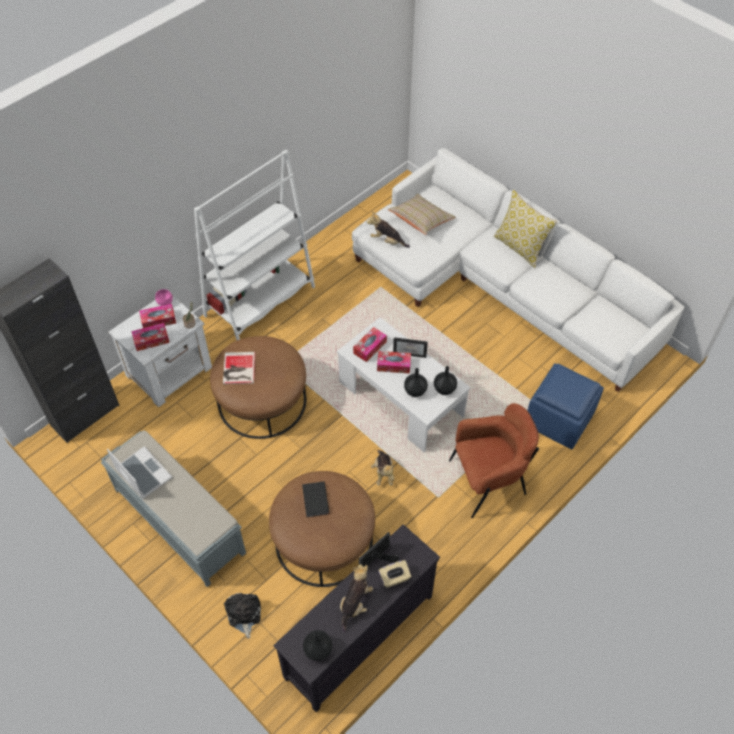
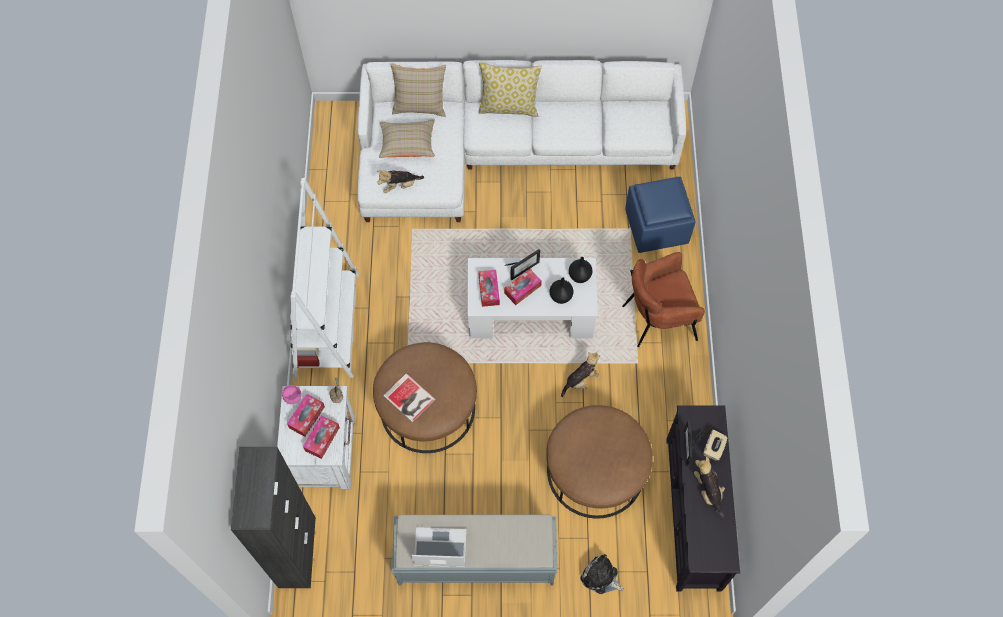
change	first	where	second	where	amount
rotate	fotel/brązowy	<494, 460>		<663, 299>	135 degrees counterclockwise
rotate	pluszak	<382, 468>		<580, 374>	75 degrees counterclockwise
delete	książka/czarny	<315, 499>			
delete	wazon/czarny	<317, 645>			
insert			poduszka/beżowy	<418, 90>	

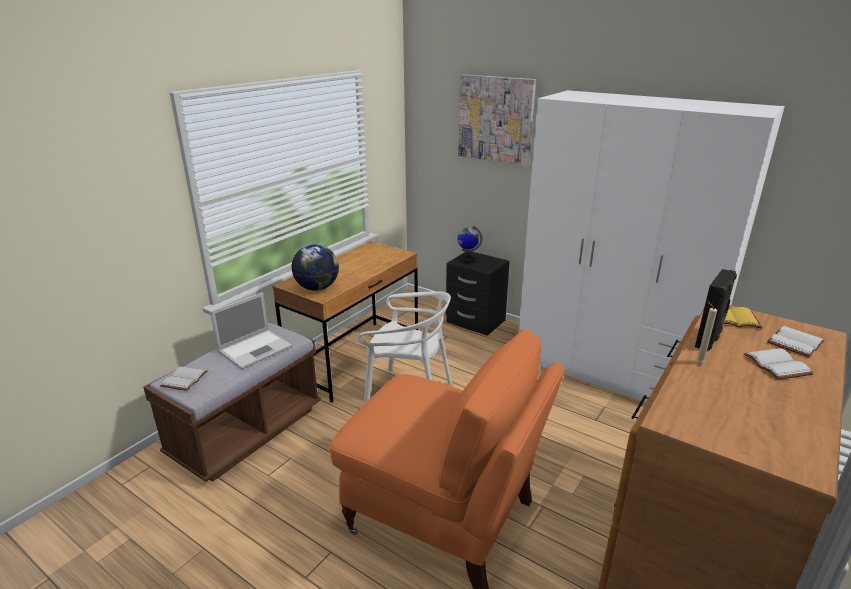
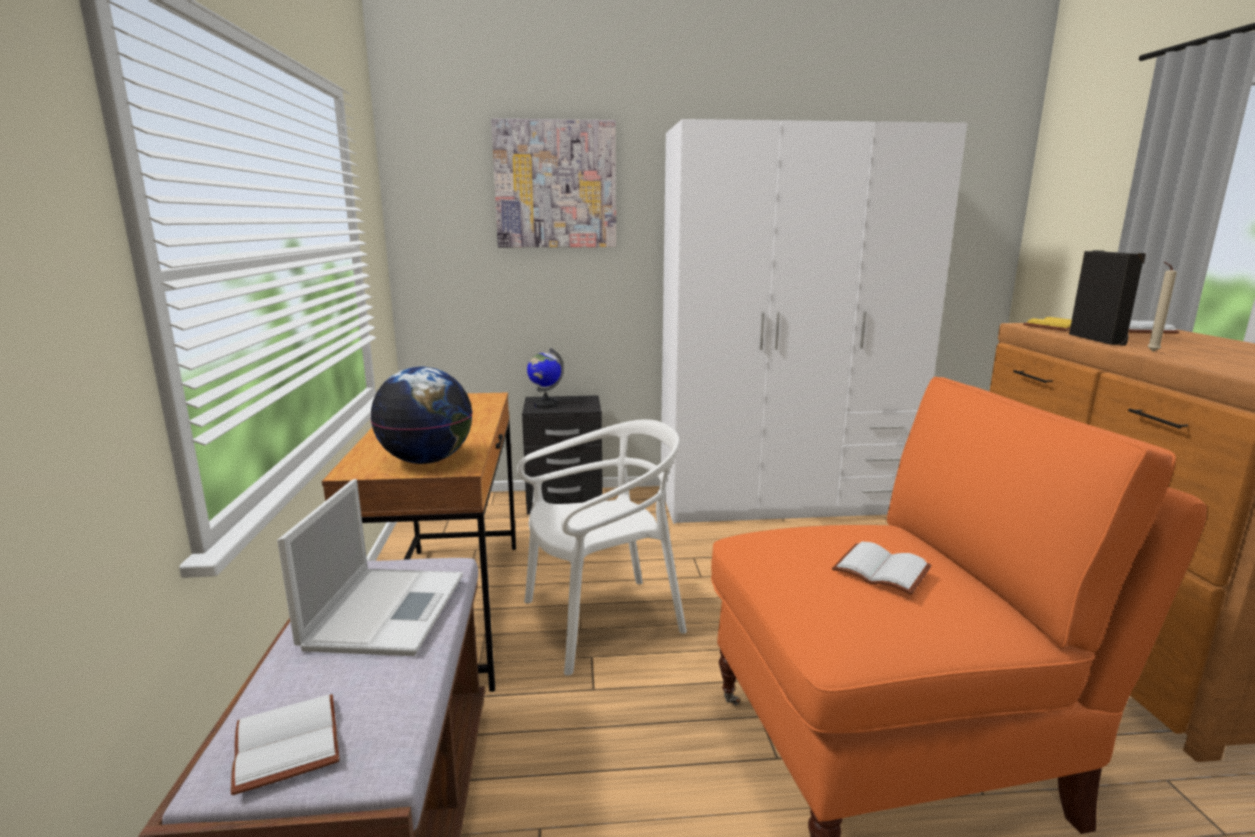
change	first	where	second	where	amount
move	książka/biały	<779, 364>		<882, 568>	

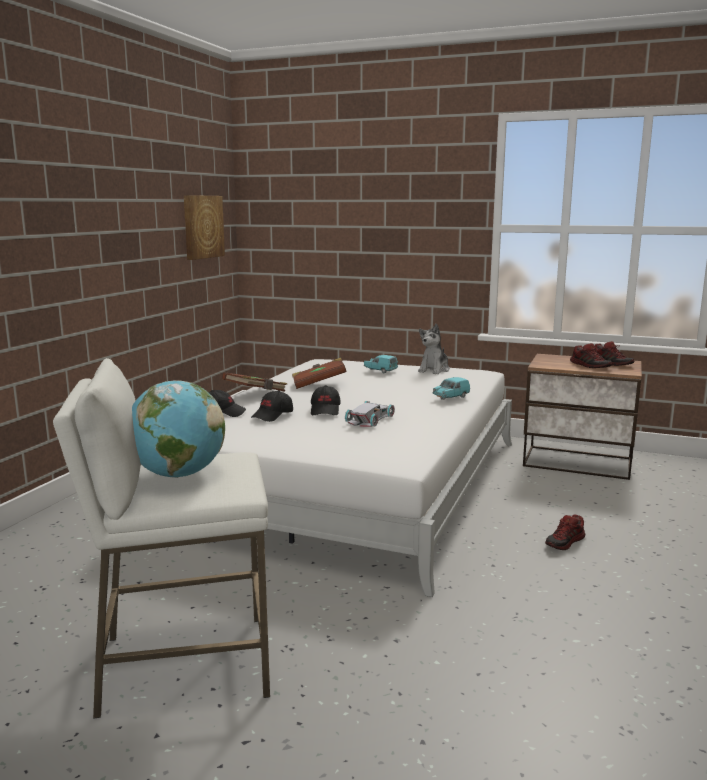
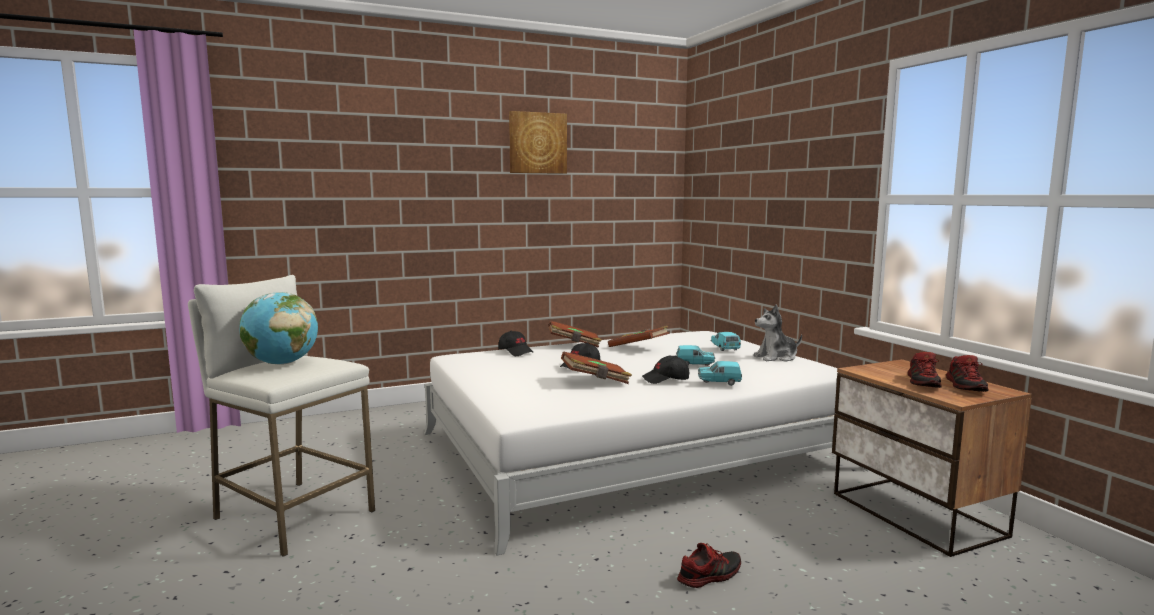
change	first	where	second	where	amount
move	obraz	<204, 227>		<538, 142>	
move	czapka z daszkiem/czarny	<272, 406>		<665, 370>	
replace	samochodzik/biały	<370, 414>	książka/brązowy	<596, 367>	
rotate	but	<565, 532>		<709, 565>	150 degrees clockwise
insert			samochodzik/turkusowy	<695, 355>	

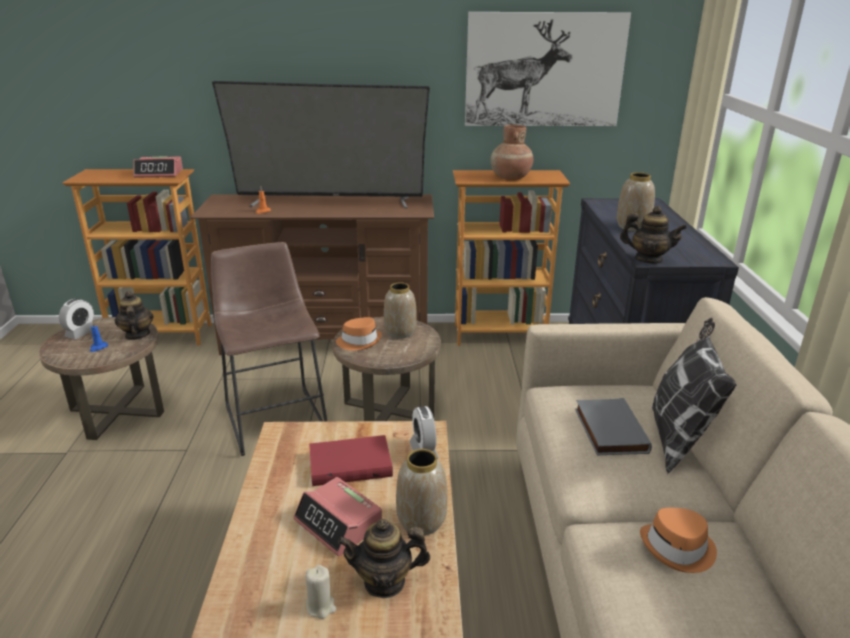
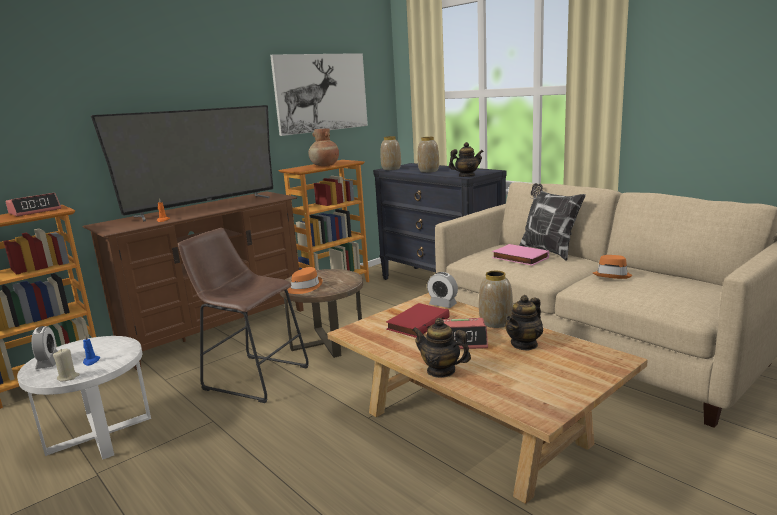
change	first	where	second	where	amount
move	wazon	<400, 310>		<390, 153>	
move	imbryk	<134, 315>		<441, 348>	
recolor	stolik/brązowy	<101, 378>	stolik/biały	<84, 398>	
recolor	książka/szary	<613, 426>	książka/różowy	<520, 255>	
move	świeca/beżowy	<321, 592>		<66, 365>	

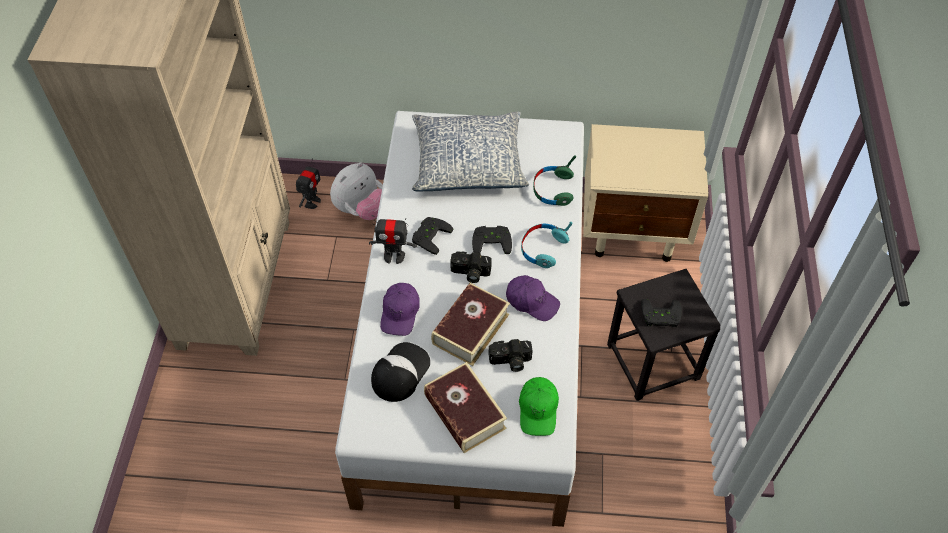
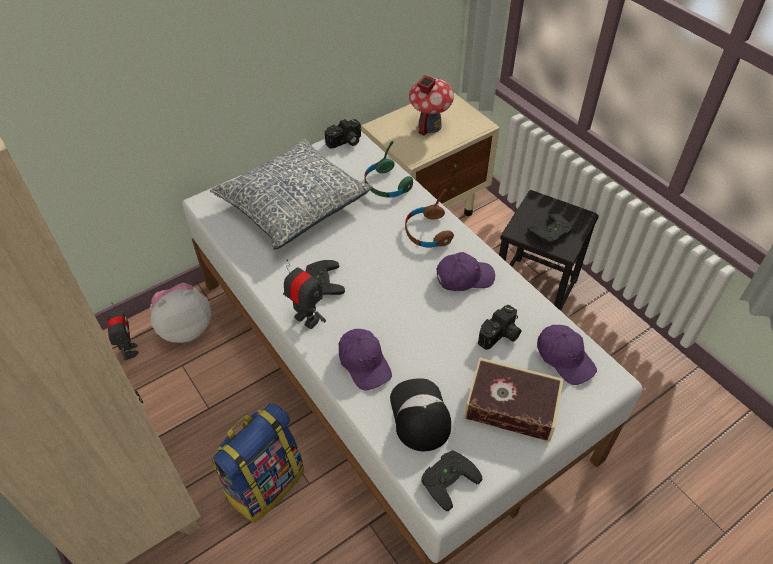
change	first	where	second	where	amount
rotate	pluszak	<356, 191>		<180, 313>	120 degrees counterclockwise
rotate	robot zabawkowy	<393, 239>		<304, 294>	105 degrees counterclockwise
recolor	słuchawki/turkusowy	<546, 245>	słuchawki/brązowy	<429, 218>	
move	pad do gier/czarny	<492, 240>		<451, 480>	
move	aparat fotograficzny	<471, 267>		<343, 134>	
delete	książka	<470, 324>			
recolor	czapka z daszkiem/zielony	<539, 406>	czapka z daszkiem/fioletowy	<567, 355>	
insert			domek	<431, 105>	
insert			plecak	<258, 463>	

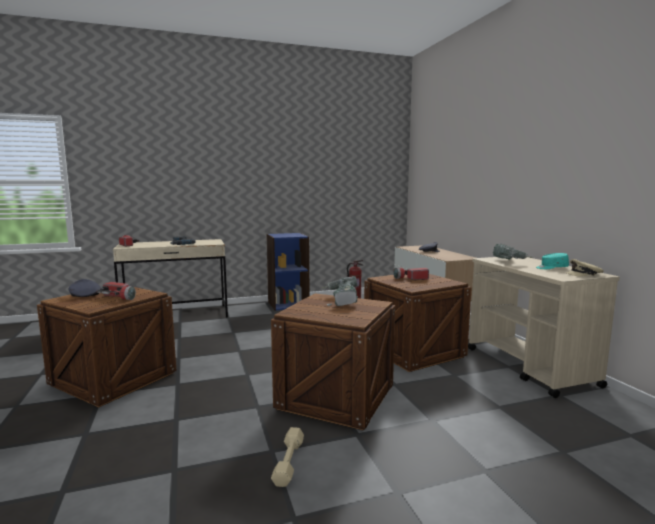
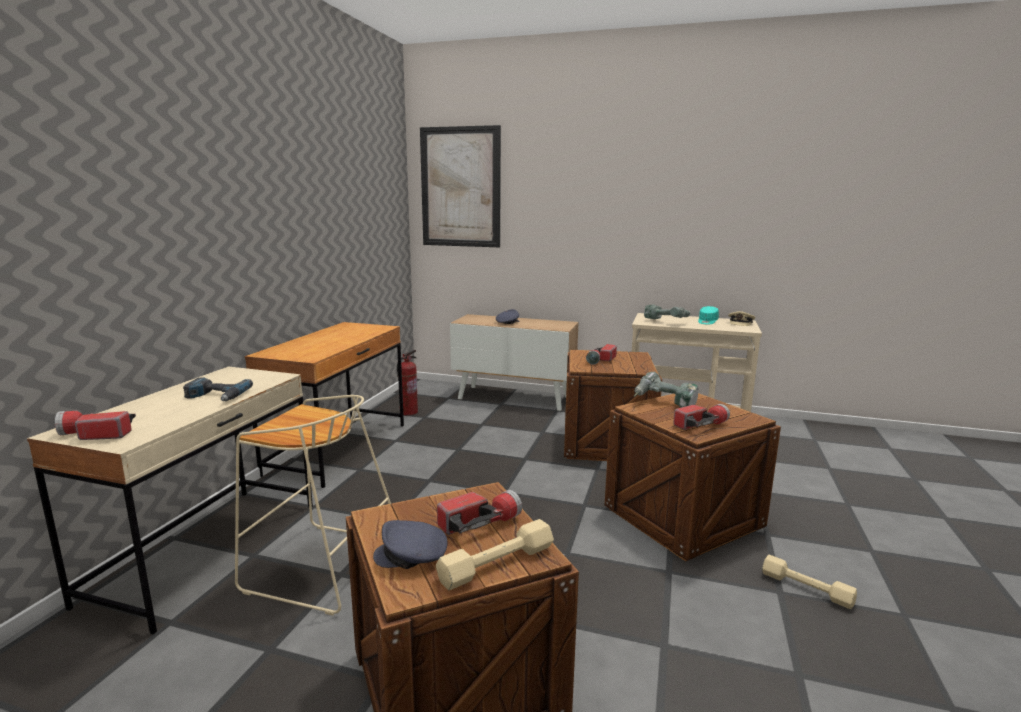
change	first	where	second	where	amount
replace	regał/niebieski	<288, 272>	biurko/brązowy	<324, 405>	
insert			obraz	<460, 186>	
insert			stołek/beżowy	<313, 505>	
insert			latarka	<701, 417>	
insert			hantel/beżowy	<495, 554>	

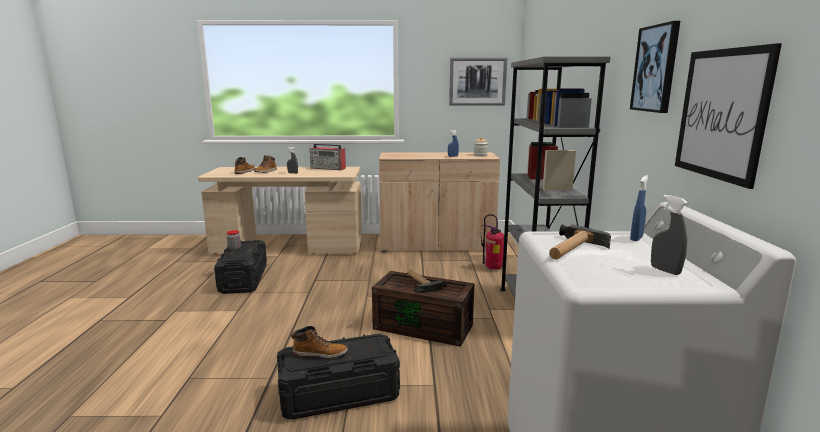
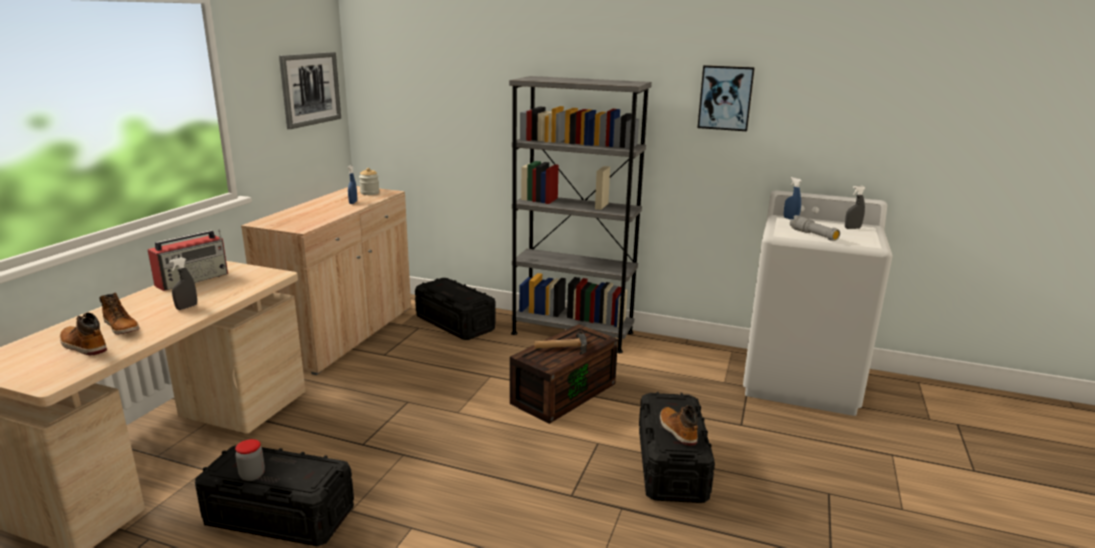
change	first	where	second	where	amount
delete	obraz	<728, 116>			
replace	gaśnica	<492, 241>	pojemnik do przechowywania/czarny	<455, 309>	
replace	młotek	<580, 242>	latarka/szary	<815, 228>	
rotate	but z cholewką	<319, 342>		<679, 425>	45 degrees counterclockwise

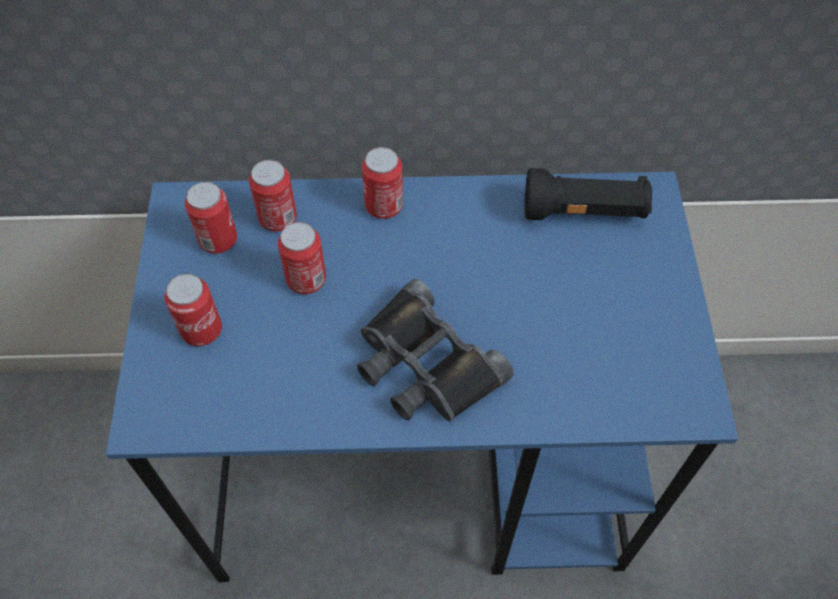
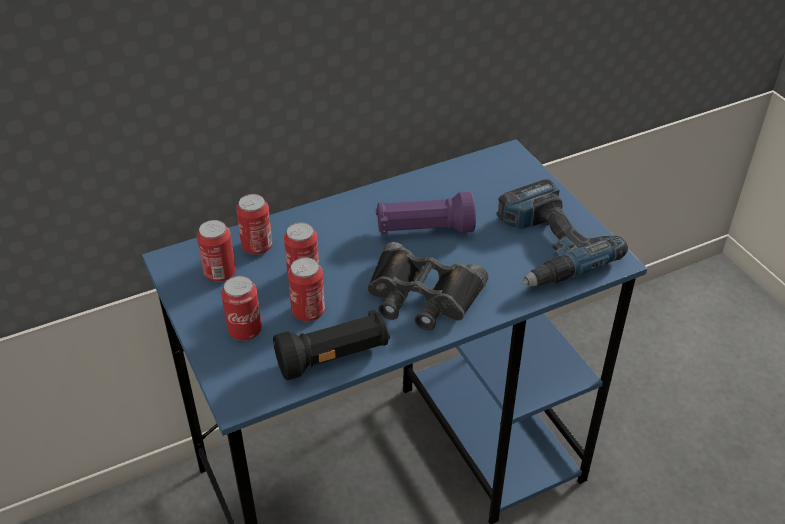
change	first	where	second	where	amount
move	puszka	<382, 183>		<306, 289>	
move	latarka/czarny	<588, 194>		<331, 345>	
insert			wiertarka	<562, 233>	
insert			latarka/fioletowy	<426, 213>	

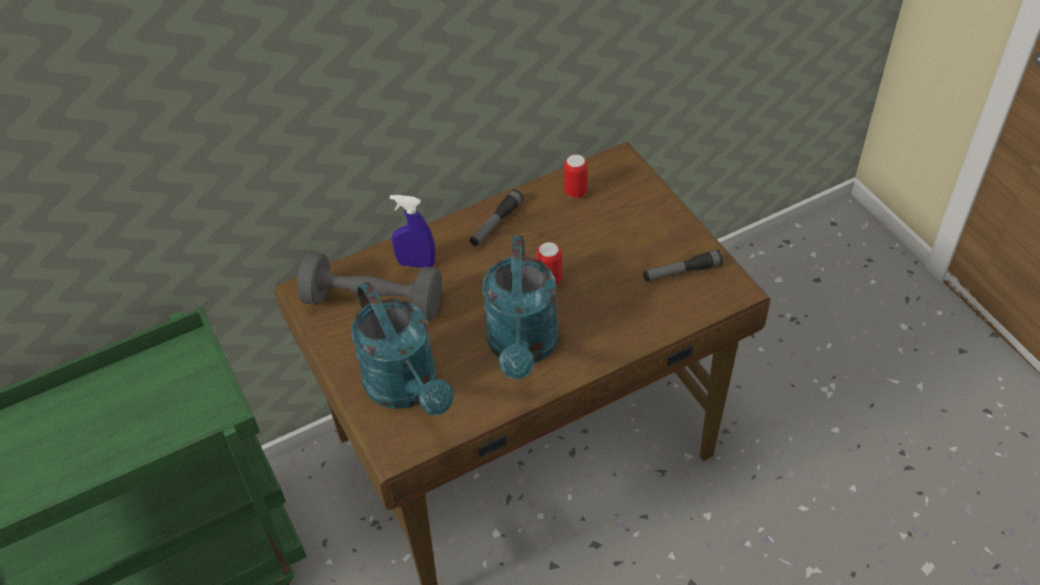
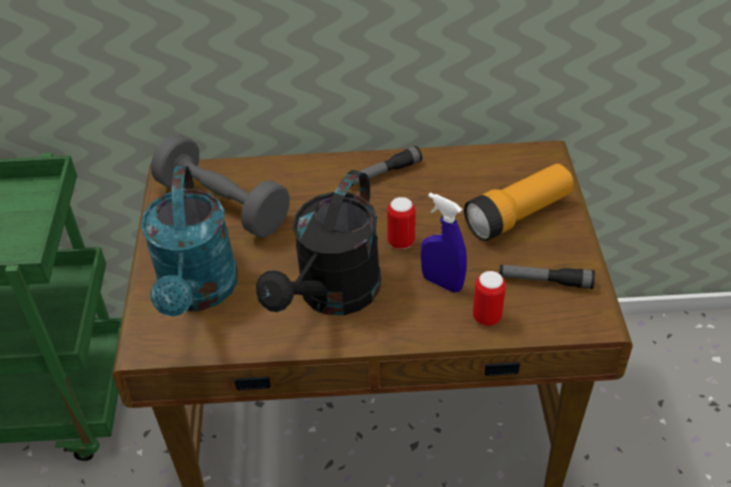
change	first	where	second	where	amount
move	puszka	<576, 176>		<489, 298>	
move	spryskiwacz/niebieski	<413, 231>		<444, 243>	
recolor	konewka/turkusowy	<520, 307>	konewka/czarny	<318, 242>	
insert			latarka	<519, 202>	

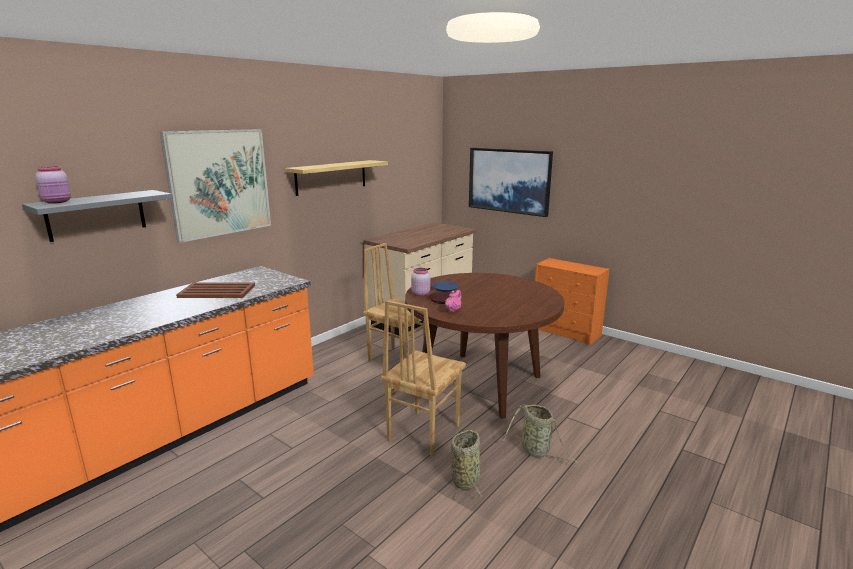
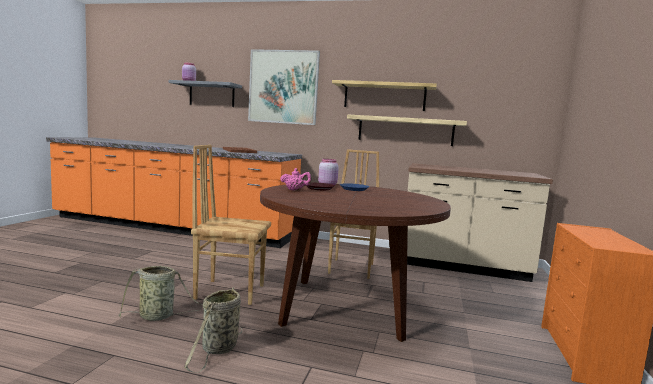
change	first	where	second	where	amount
delete	obraz	<511, 182>			
insert			półka	<407, 130>	

